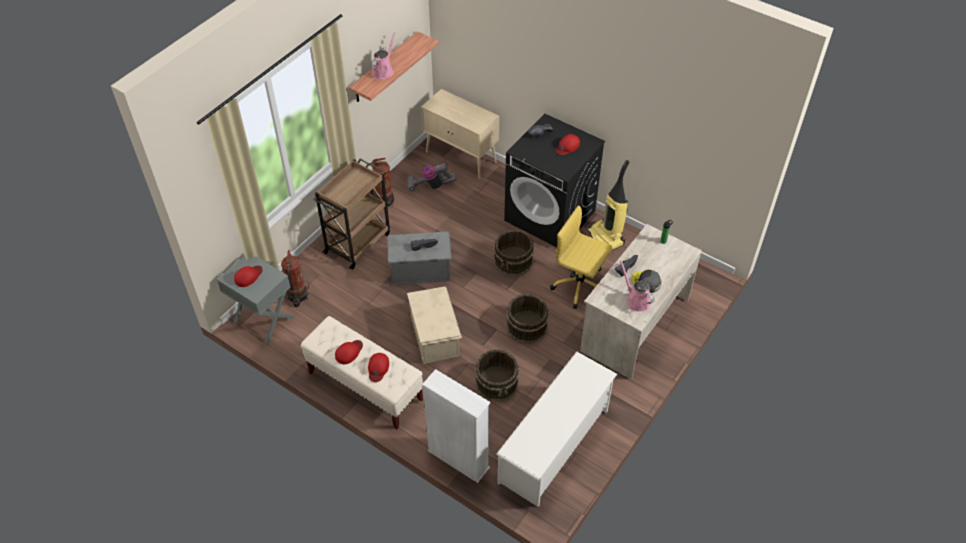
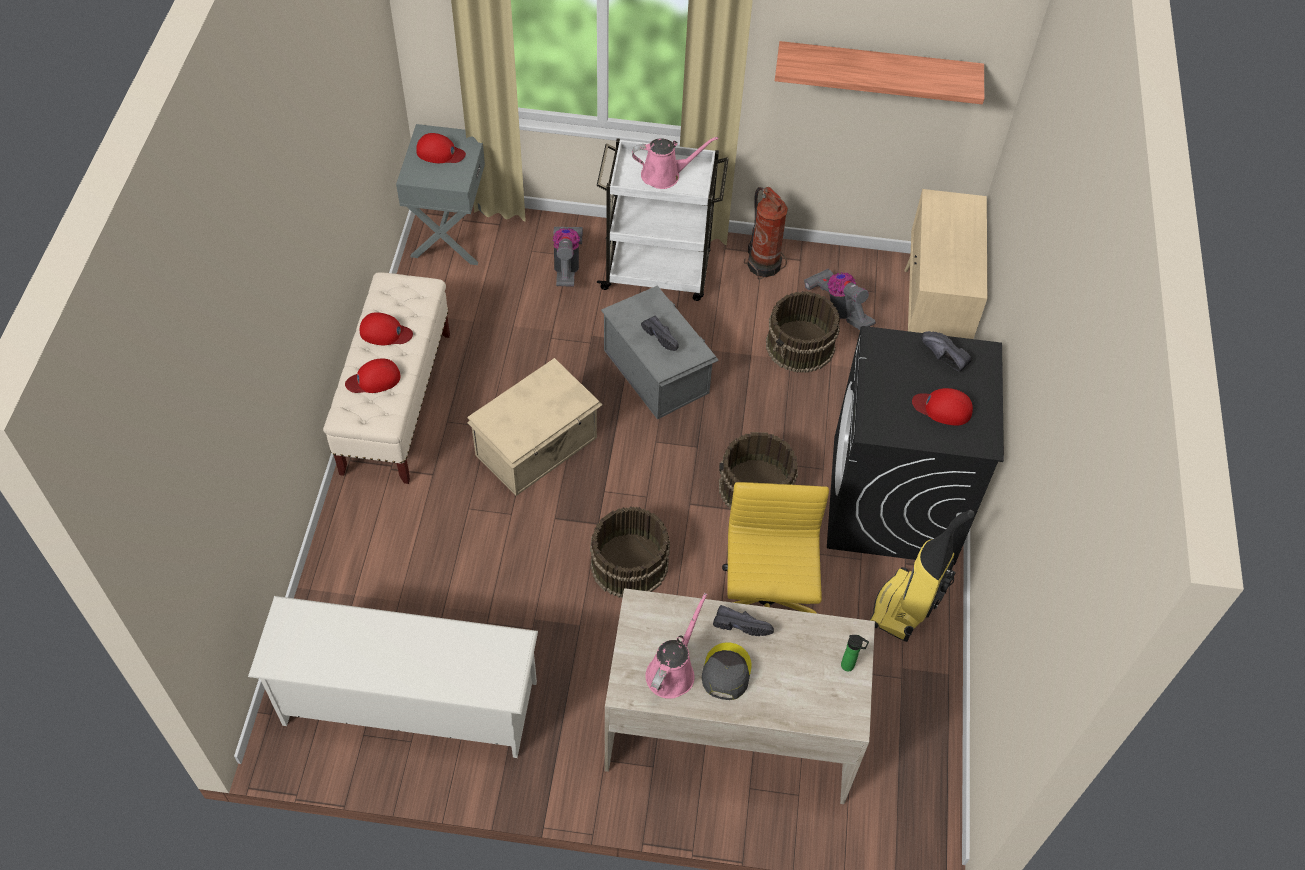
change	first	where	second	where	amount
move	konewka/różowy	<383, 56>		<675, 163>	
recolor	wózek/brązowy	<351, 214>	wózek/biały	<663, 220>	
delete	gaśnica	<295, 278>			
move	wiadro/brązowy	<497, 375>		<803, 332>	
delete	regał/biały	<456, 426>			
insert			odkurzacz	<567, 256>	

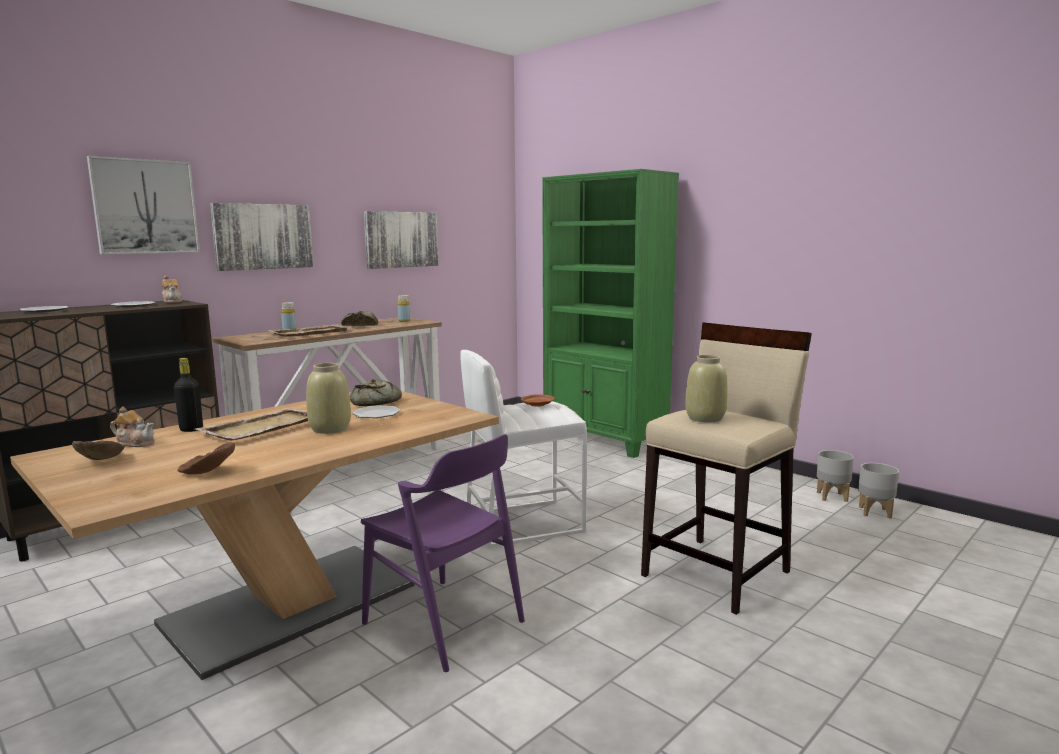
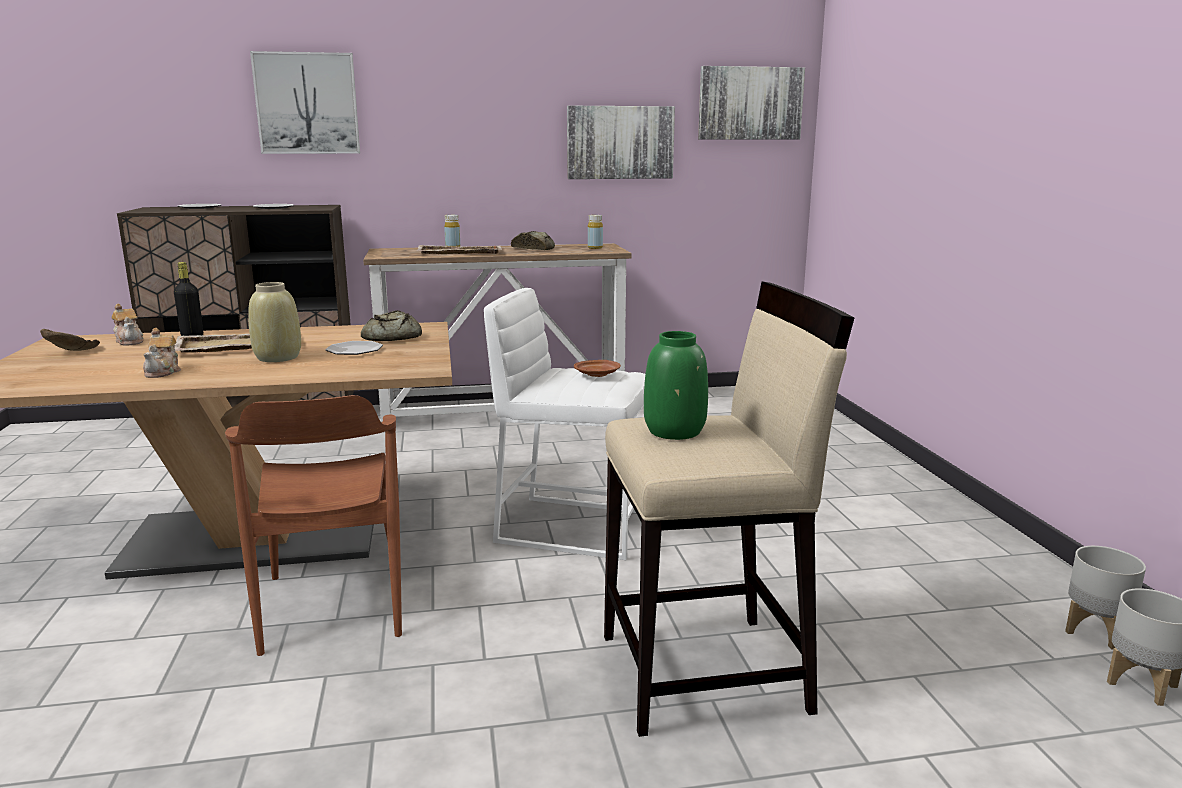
change	first	where	second	where	amount
delete	regał/zielony	<610, 313>			
move	obraz	<262, 237>		<751, 102>	
move	imbryk	<171, 289>		<162, 353>	
recolor	wazon/beżowy	<706, 389>	wazon/zielony	<676, 385>	
recolor	krzesło/fioletowy	<443, 553>	krzesło/brązowy	<313, 525>	
delete	miska/brązowy	<206, 458>			

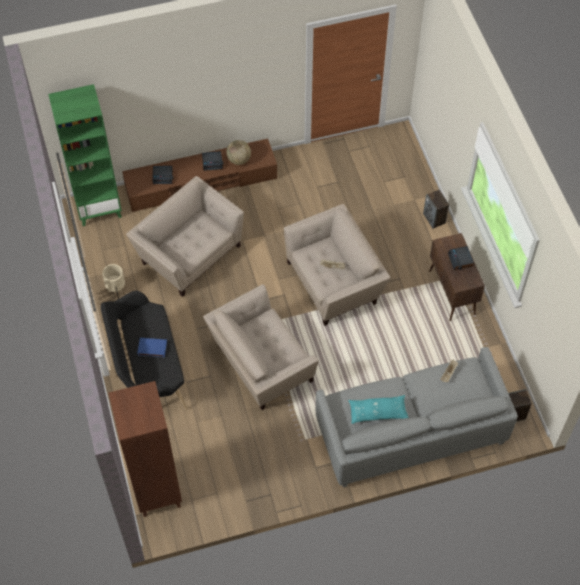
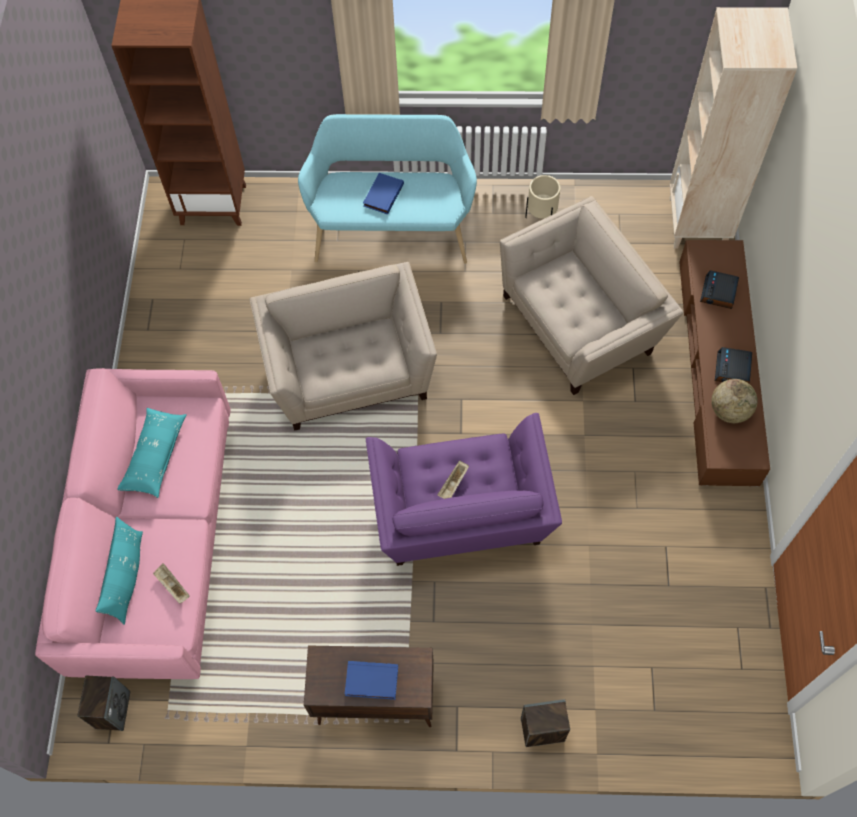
change	first	where	second	where	amount
recolor	regał/zielony	<85, 155>	regał/beżowy	<733, 128>	
recolor	fotel/beżowy	<337, 265>	fotel/fioletowy	<464, 489>	
replace	budzik	<461, 258>	książka/niebieski	<371, 680>	
recolor	ławka/czarny	<144, 350>	ławka/turkusowy	<387, 189>	
recolor	kanapa/szary	<417, 417>	kanapa/różowy	<133, 523>	
insert			poduszka/turkusowy	<119, 571>	

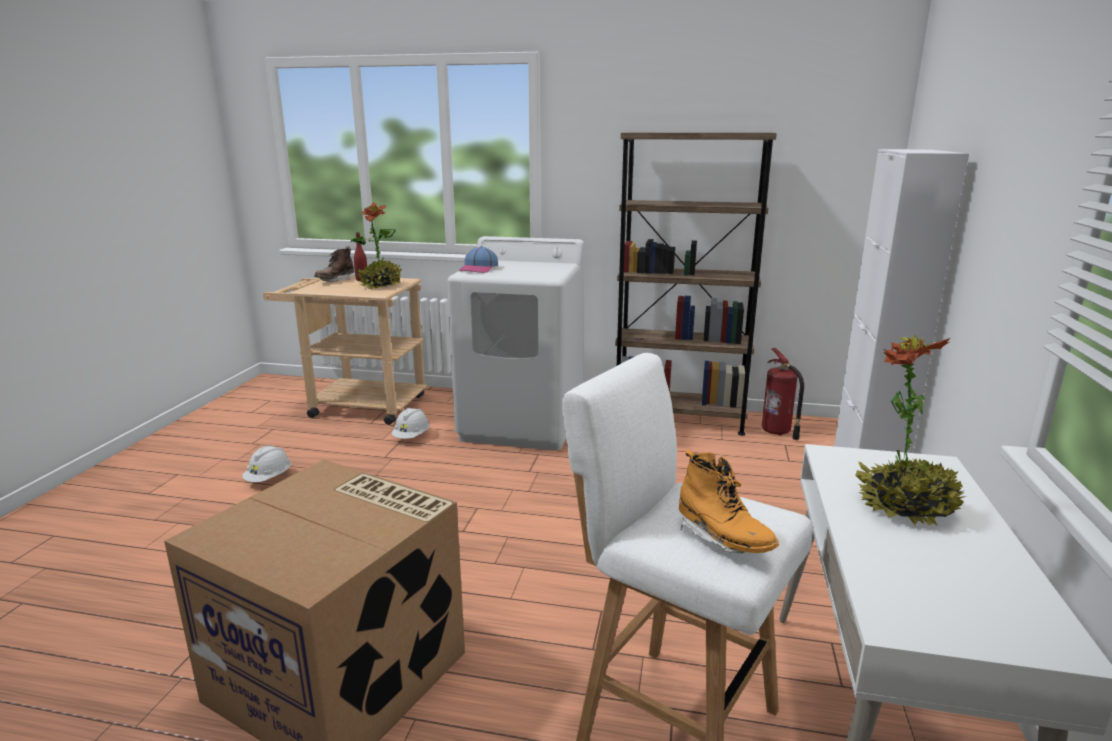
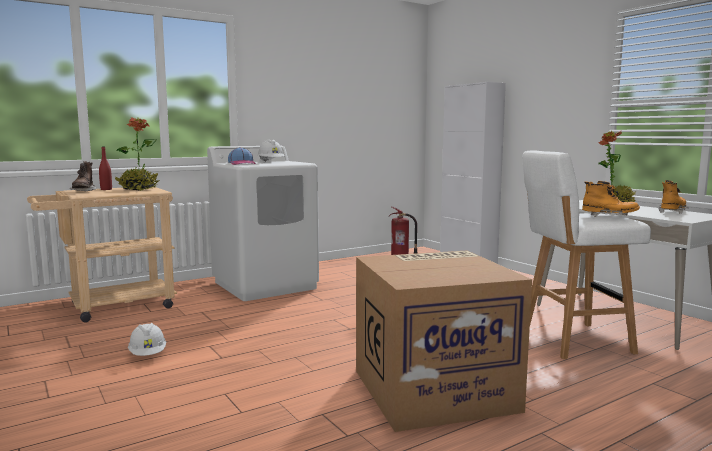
change	first	where	second	where	amount
delete	regał/brązowy	<696, 284>			
move	kask/biały	<411, 423>		<271, 151>	
insert			but z cholewką/pomarańczowy	<674, 197>	

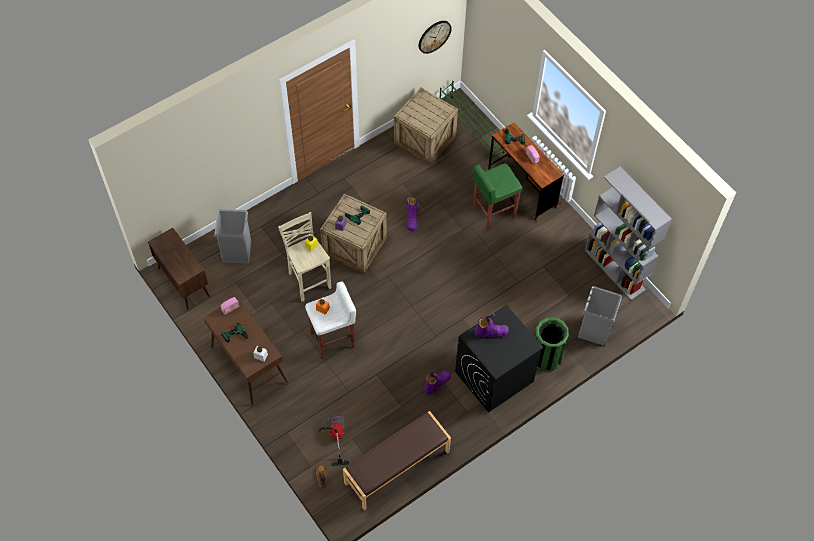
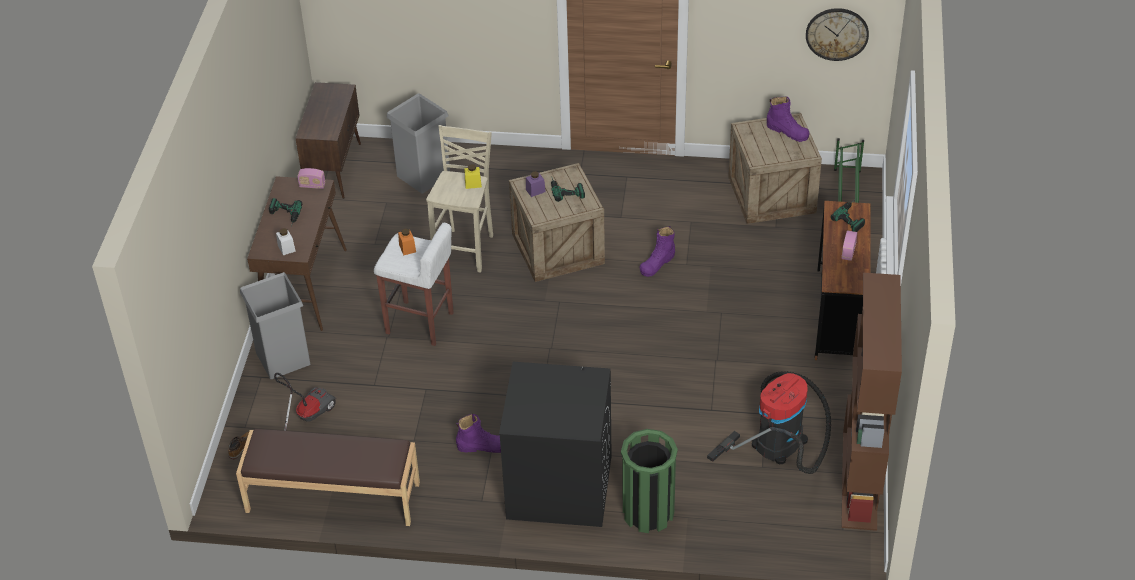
change	first	where	second	where	amount
delete	stołek/zielony	<497, 197>			
recolor	regał/szary	<628, 233>	regał/brązowy	<871, 402>	
move	kosz na śmieci/szary	<600, 316>		<275, 325>	
move	but z cholewką/fioletowy	<492, 327>		<788, 119>	
insert			odkurzacz	<769, 422>	

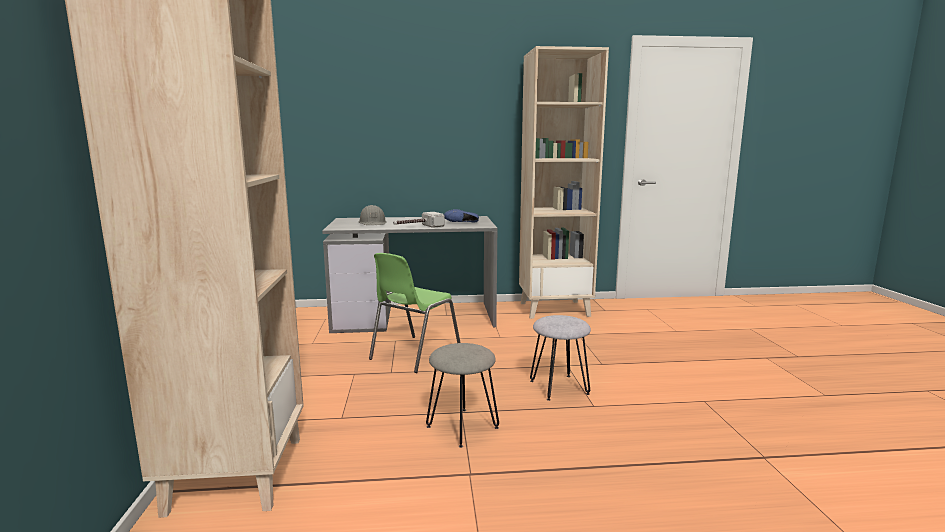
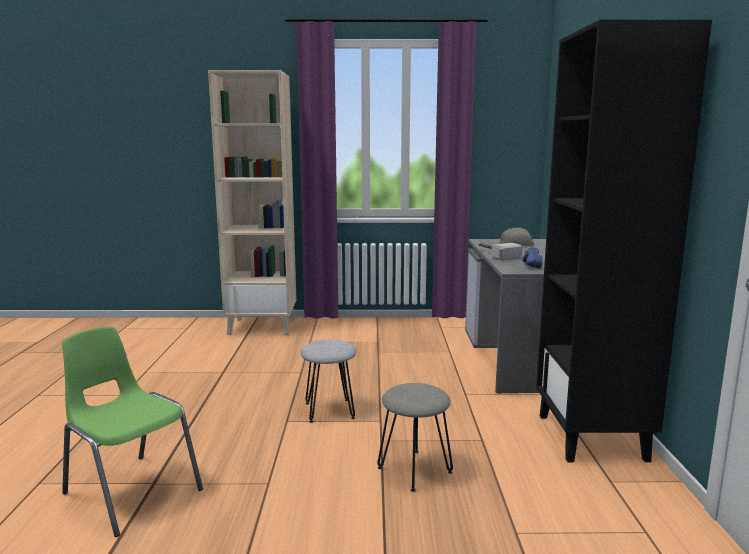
change	first	where	second	where	amount
recolor	regał/beżowy	<564, 182>	regał/czarny	<624, 241>	
move	krzesło/zielony	<415, 313>		<132, 431>	
move	stołek/szary	<462, 395>		<415, 437>	

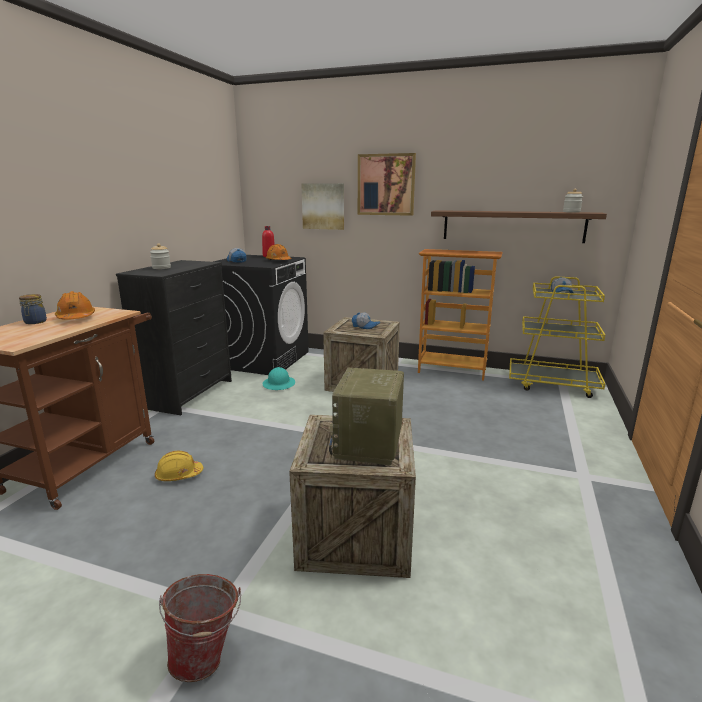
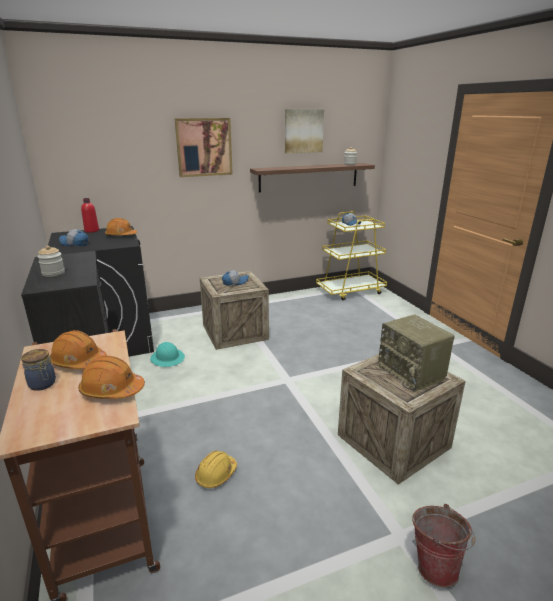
change	first	where	second	where	amount
move	obraz	<322, 206>		<304, 131>	
delete	regał	<460, 315>			
insert			kask/pomarańczowy	<111, 377>	

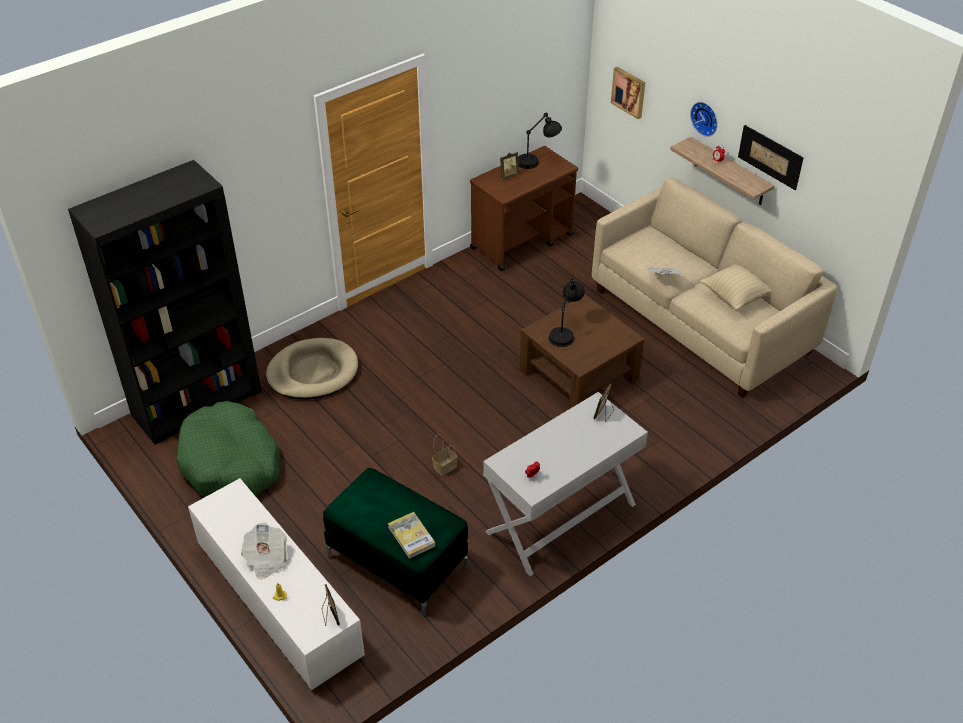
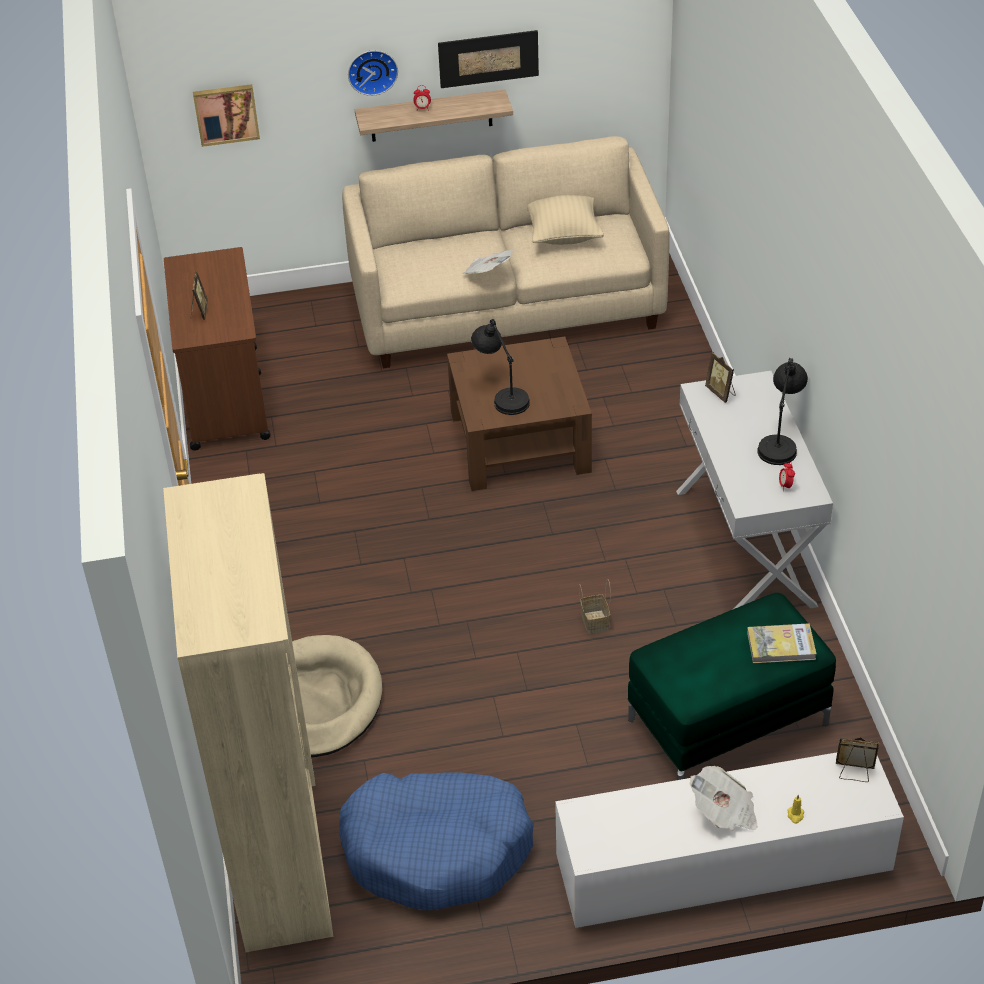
change	first	where	second	where	amount
move	lampa stołowa/czarny	<540, 141>		<782, 411>	
recolor	regał/czarny	<165, 302>	regał/beżowy	<248, 713>	
recolor	legowisko/zielony	<228, 449>	legowisko/niebieski	<436, 841>	

